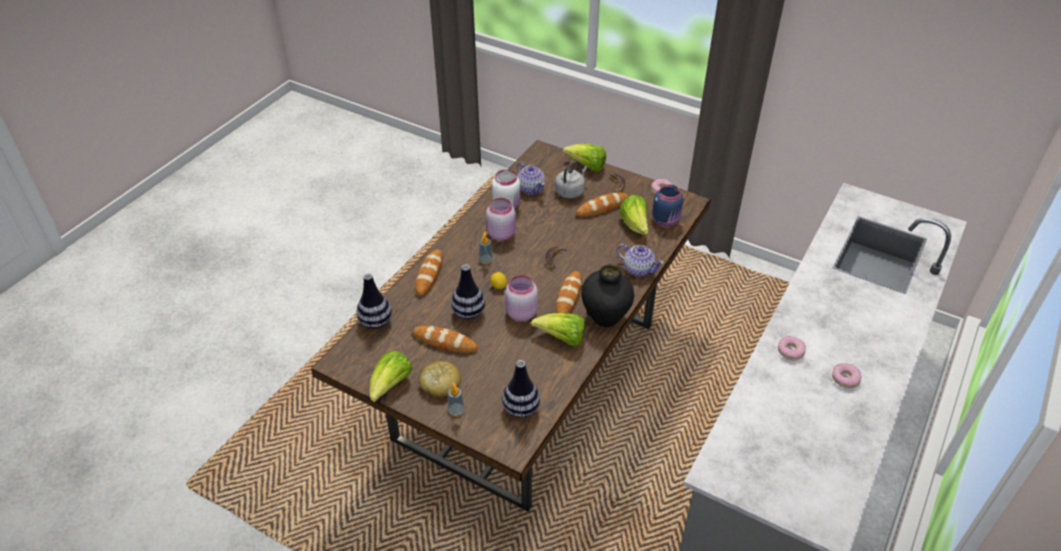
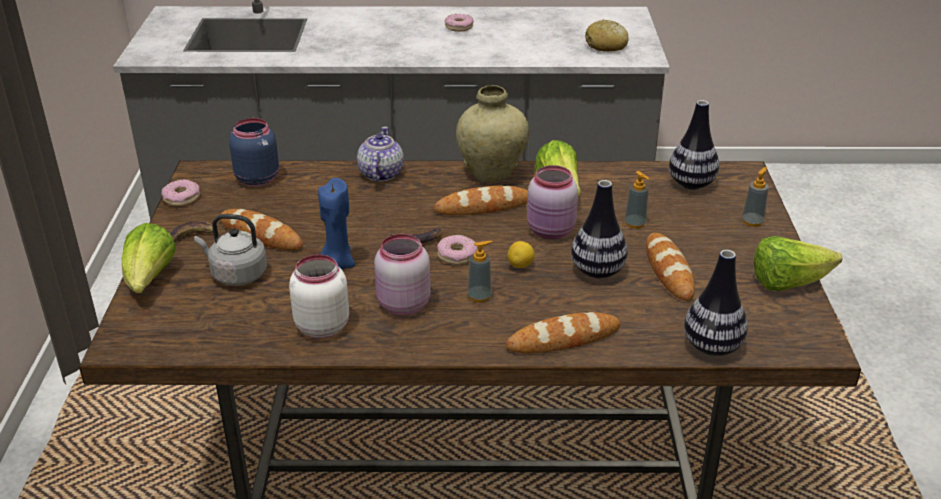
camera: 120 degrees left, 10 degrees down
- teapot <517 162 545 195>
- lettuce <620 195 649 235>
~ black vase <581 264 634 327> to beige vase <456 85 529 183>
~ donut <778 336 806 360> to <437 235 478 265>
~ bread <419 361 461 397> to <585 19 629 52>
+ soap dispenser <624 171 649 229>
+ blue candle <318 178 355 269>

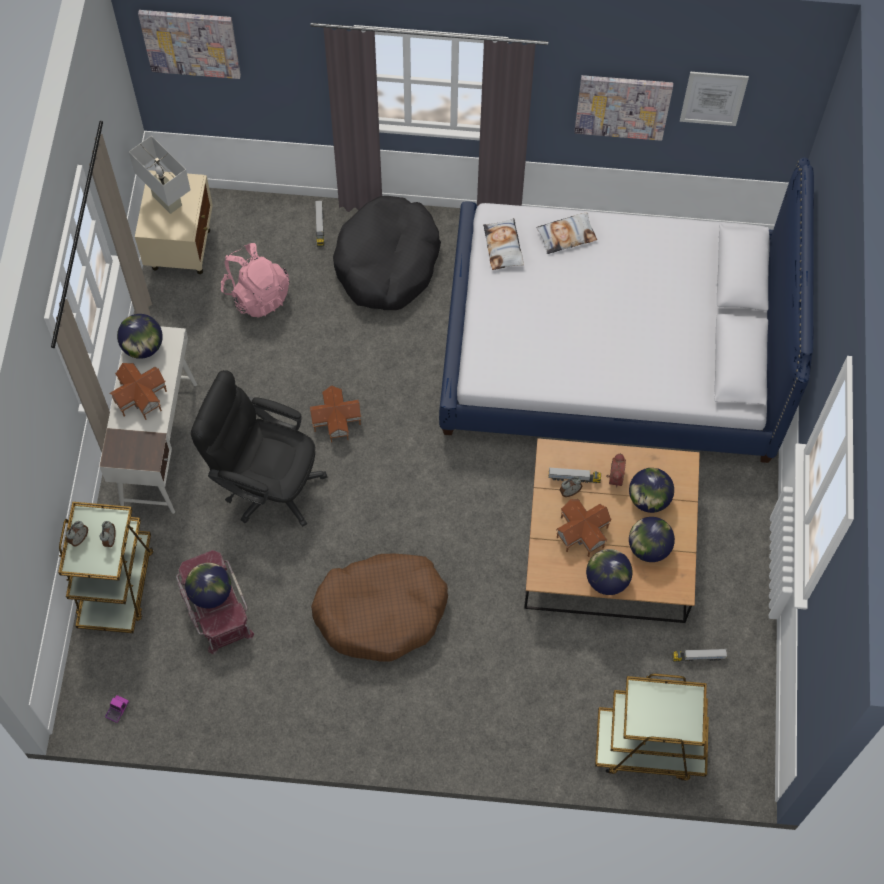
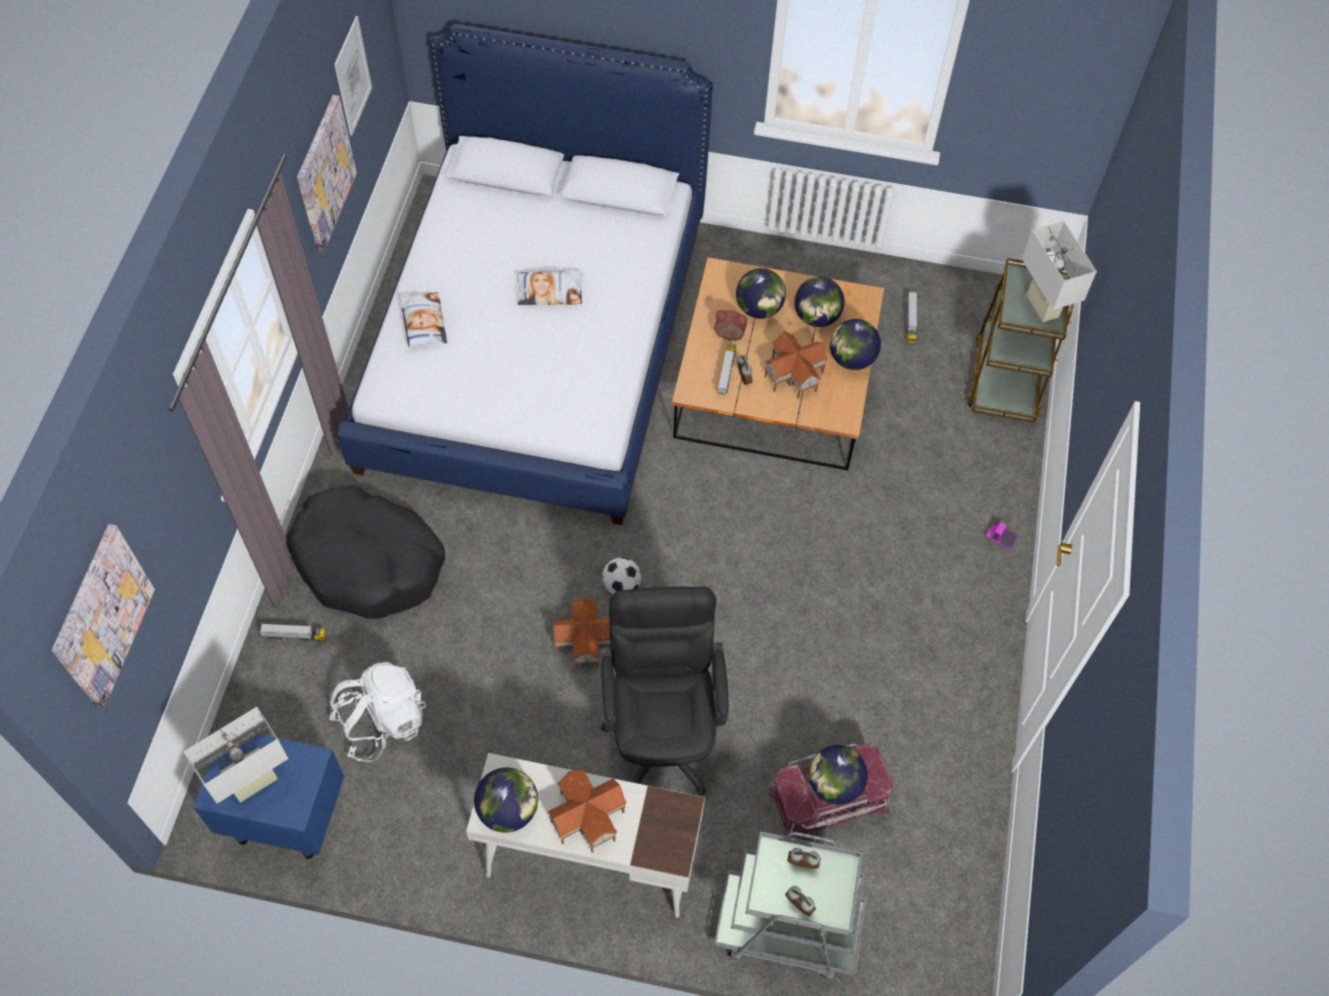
camera: 85 degrees left, 5 degrees down
~ beige nightstand <135 170 213 274> to blue nightstand <193 734 344 859>
~ pillow <483 218 524 270> to <517 271 583 305>
~ pink backpack <221 243 290 318> to white backpack <329 662 427 762>
~ black office chair <191 370 327 527> = <600 587 729 796> 150 degrees clockwise
~ brown cart <58 502 154 633> to grey cart <714 831 867 978>
- brown dog bed <311 554 448 662>
~ toy truck <105 695 129 723> to <986 522 1018 550>
+ white table lamp <1022 221 1097 322>
+ football <602 557 641 595>

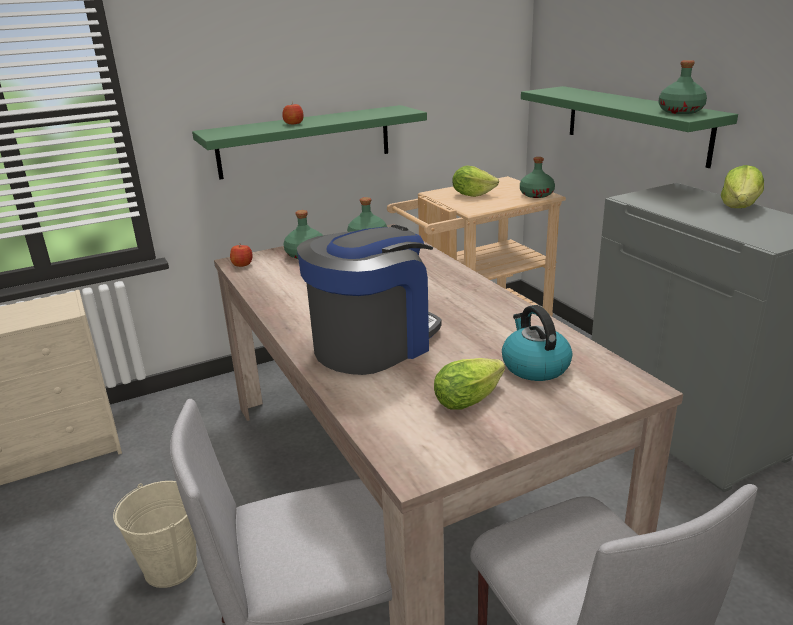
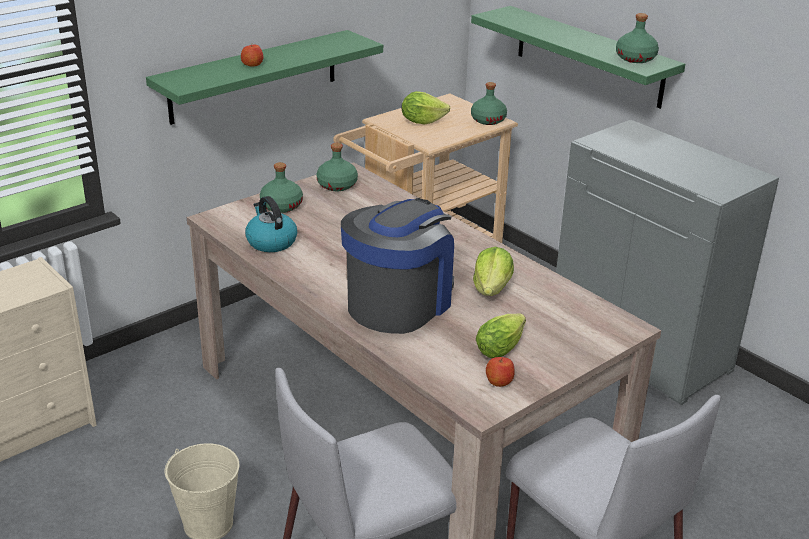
camera: 15 degrees left, 5 degrees up
~ lettuce <721 165 764 208> to <473 246 514 296>
~ apple <230 245 253 267> to <486 357 515 387>
~ kettle <502 305 572 381> to <245 196 297 252>

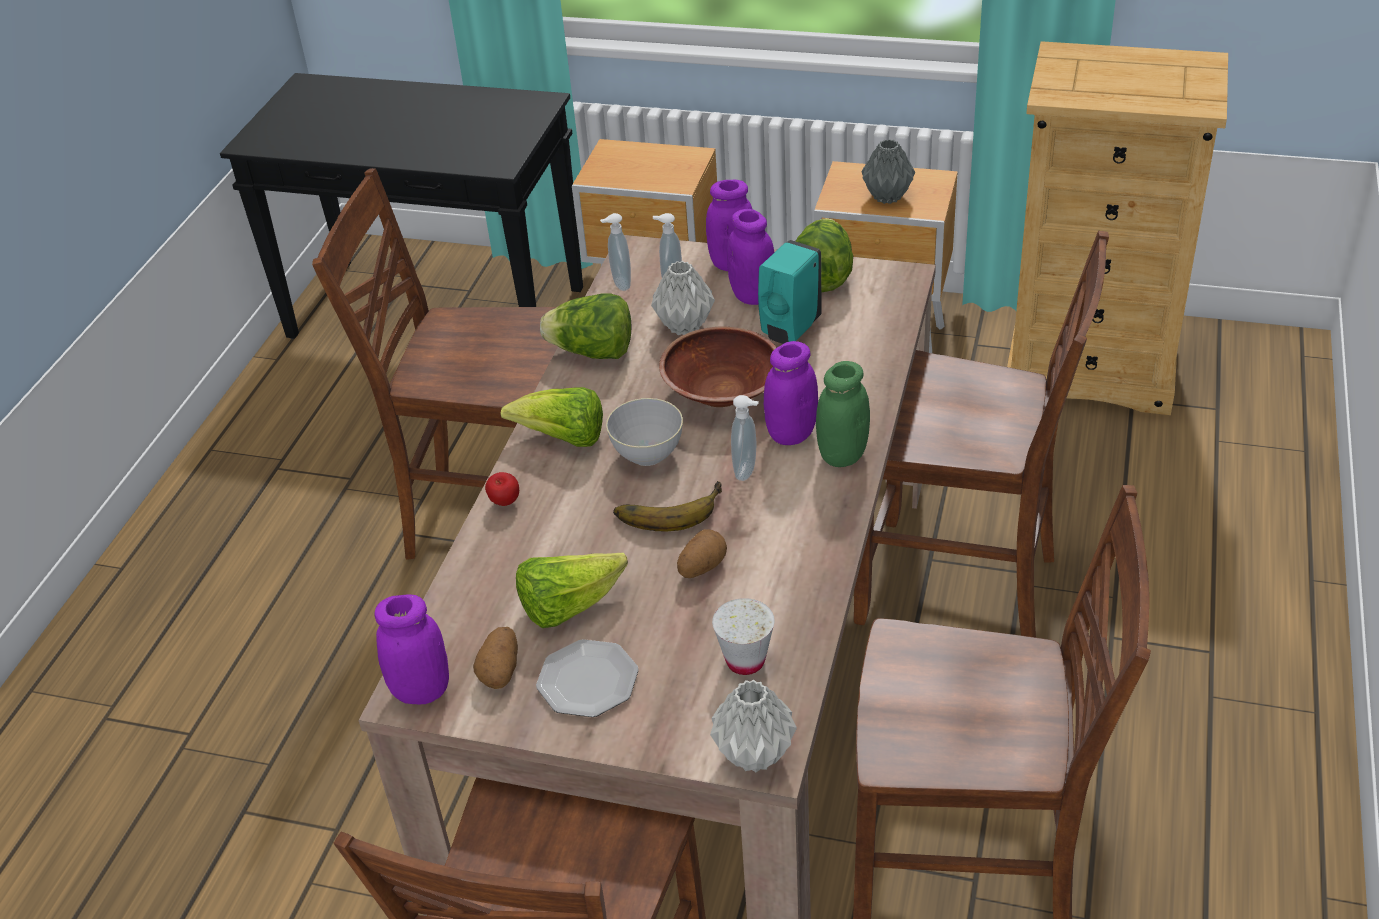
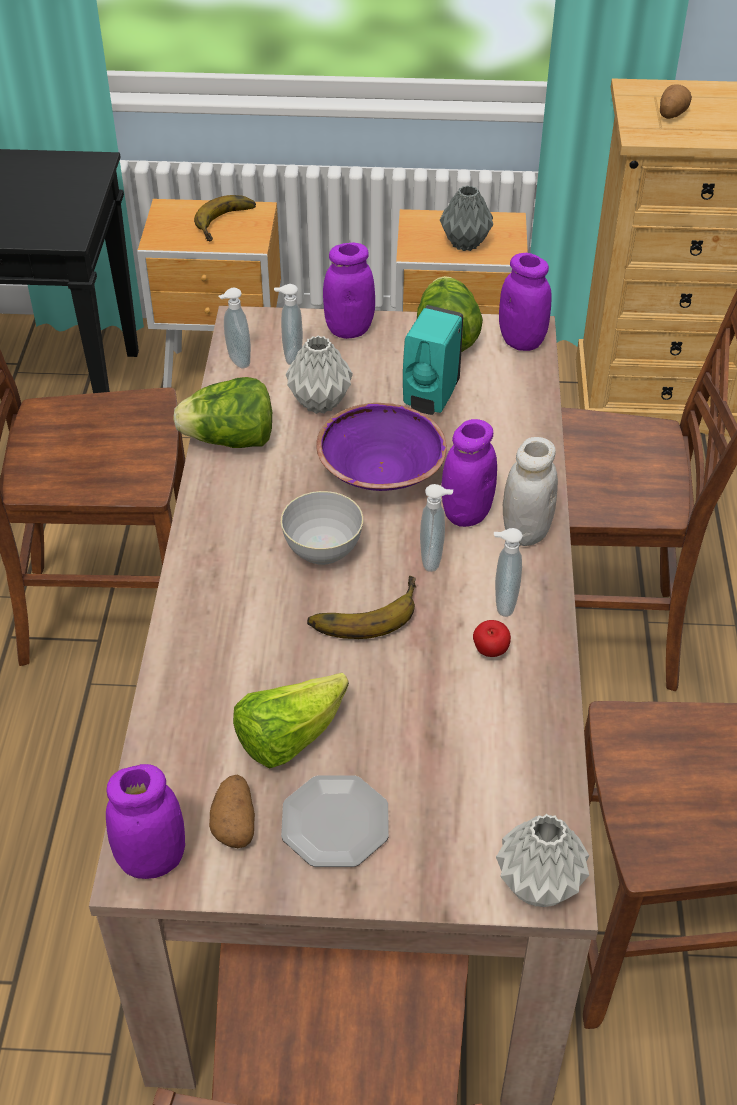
camera: 15 degrees left, 5 degrees up
~ purple jar <727 209 774 305> to <499 253 552 351>
~ brown bowl <659 327 777 407> to purple bowl <316 403 446 491>
~ green jar <816 361 870 467> to white jar <503 437 558 546>
- lettuce <500 387 603 447>
~ apple <485 472 519 506> to <473 620 511 657>
~ potato <677 529 727 578> to <660 84 692 119>
- white cup <712 598 774 675>
+ banana <194 195 256 241>
+ soap dispenser <494 528 523 617>

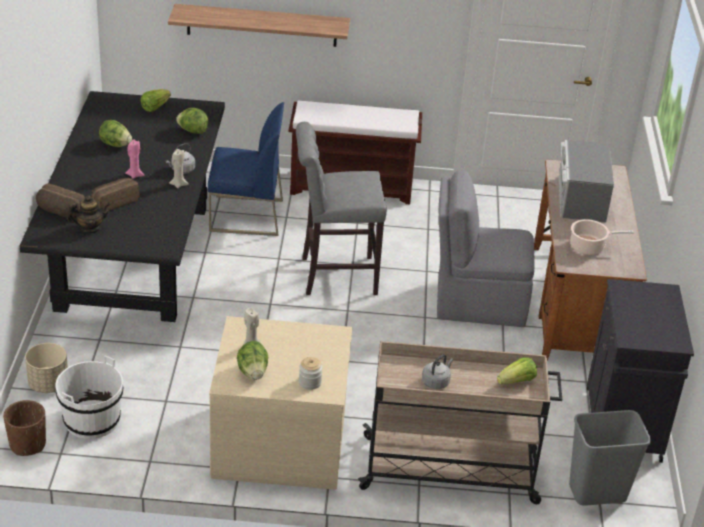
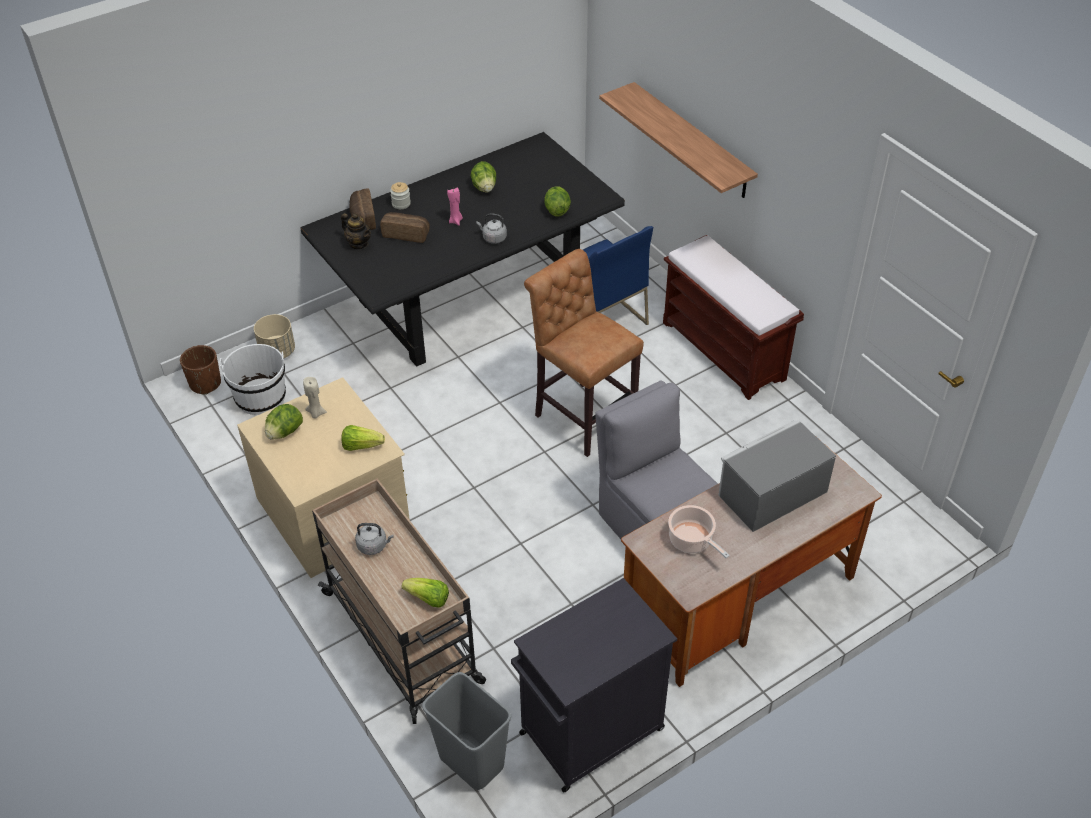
camera: 55 degrees right, 10 degrees up
~ lettuce <141 89 171 112> to <341 425 385 451>
~ grey stool <296 122 387 295> to brown stool <524 249 644 457>
- beige candle <169 149 189 188>
~ jar <299 357 323 390> to <390 182 411 209>

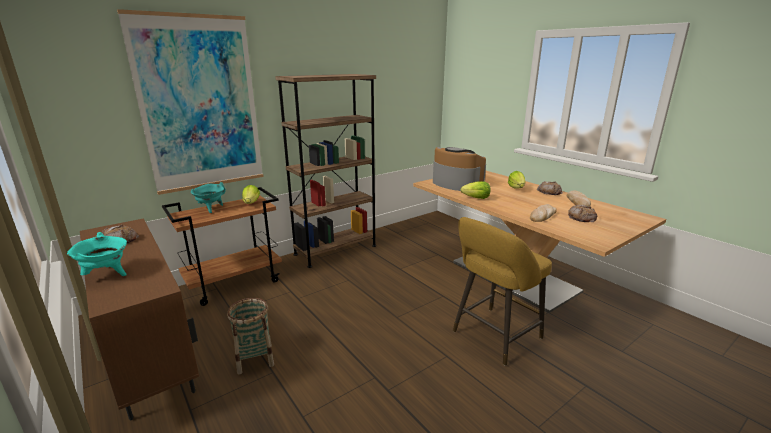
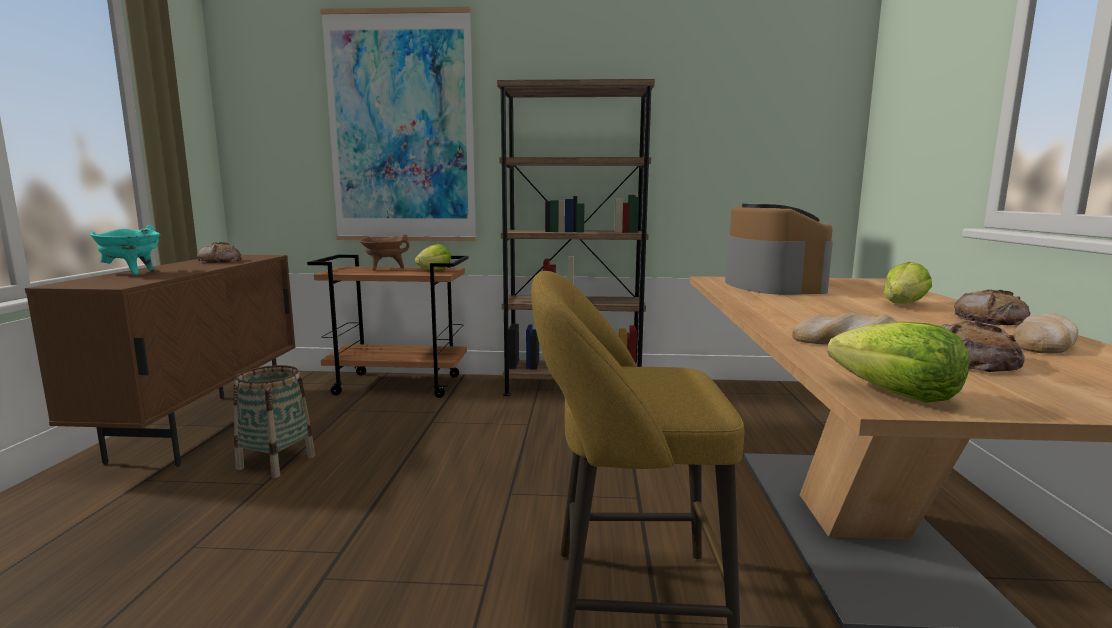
camera: 40 degrees right, 10 degrees down
~ lettuce <460 181 491 199> to <827 321 970 403>
~ turquoise cooking pot <191 182 226 213> to brown cooking pot <359 234 409 271>

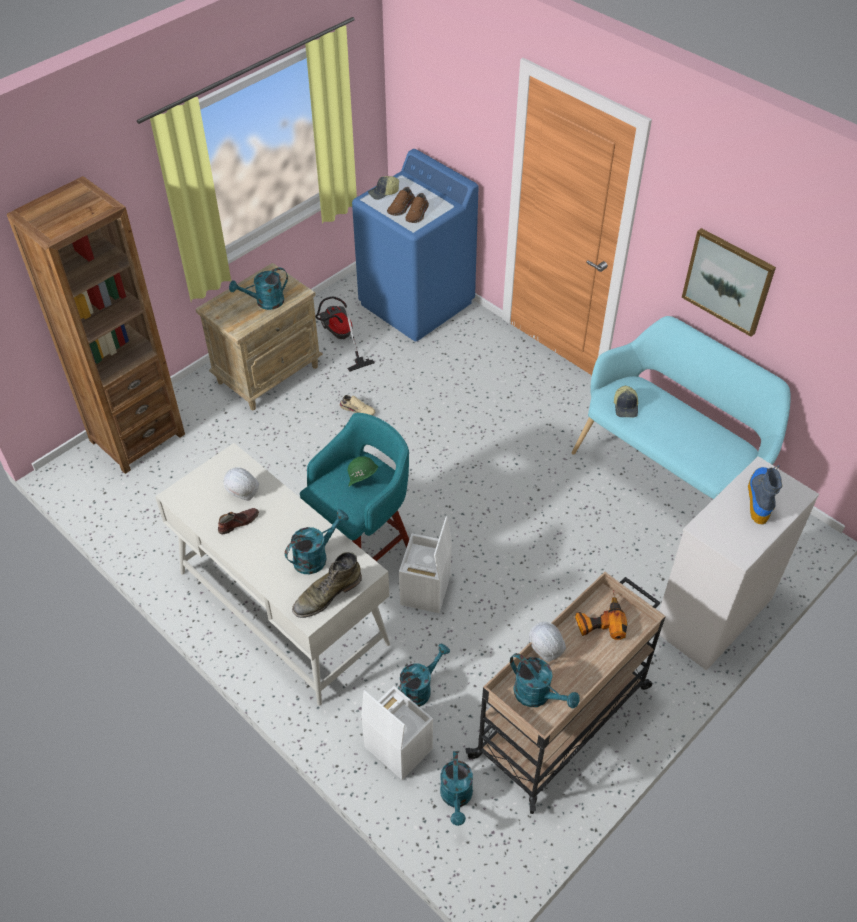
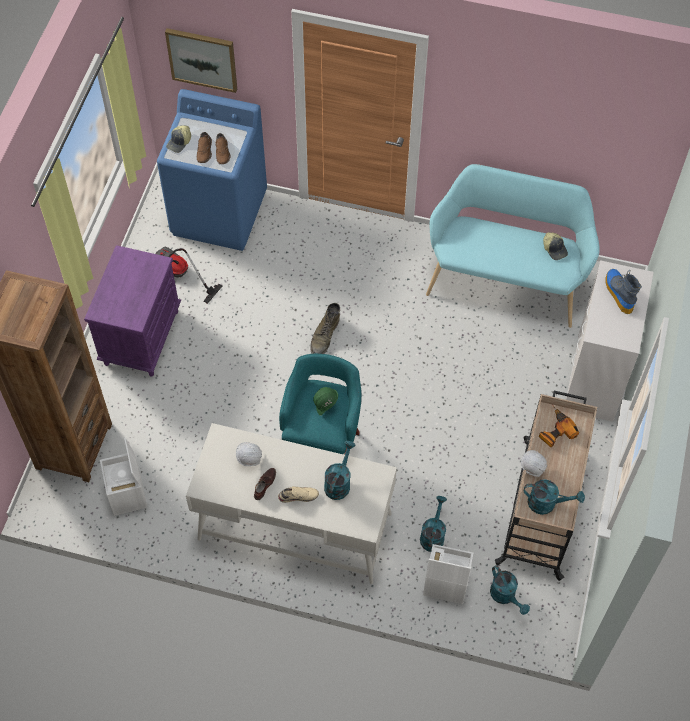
camera: 30 degrees left, 10 degrees up
~ picture <682 228 776 337> to <165 28 237 93>
~ beige nightstand <196 263 323 410> to purple nightstand <84 245 181 377>
- turquoise watering can <229 267 288 310>
~ cap <614 386 638 417> to <543 232 568 260>
~ beige shoe <340 395 375 416> to <278 486 319 503>
~ white storage box <399 516 452 613> to <100 438 148 516>
~ green boot <292 552 362 618> to <310 303 340 354>

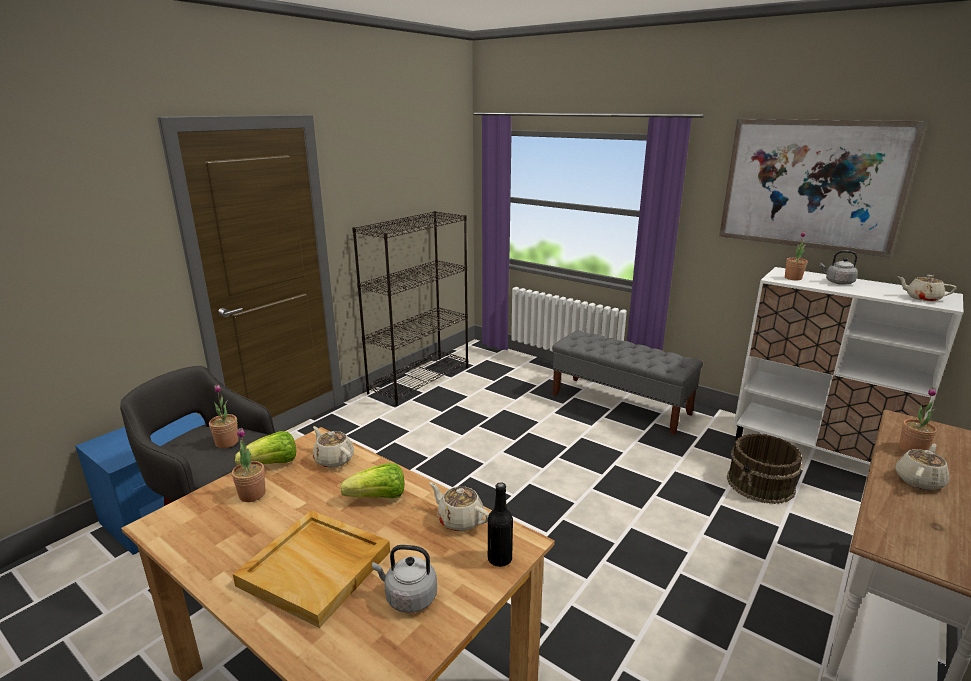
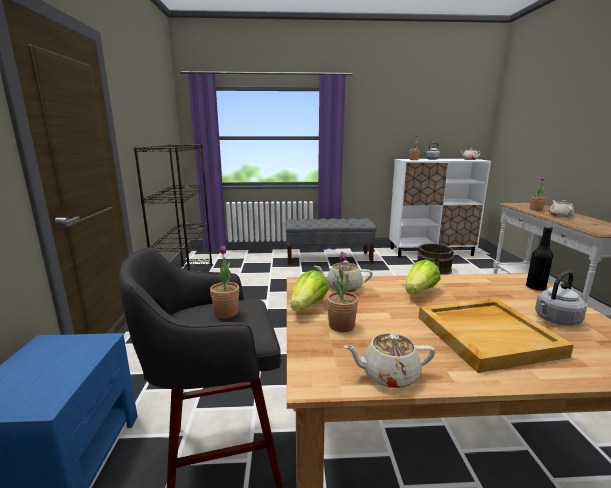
camera: 40 degrees left, 5 degrees down
- picture <719 119 926 257>
~ beige teapot <430 482 489 532> to <344 333 435 388>

